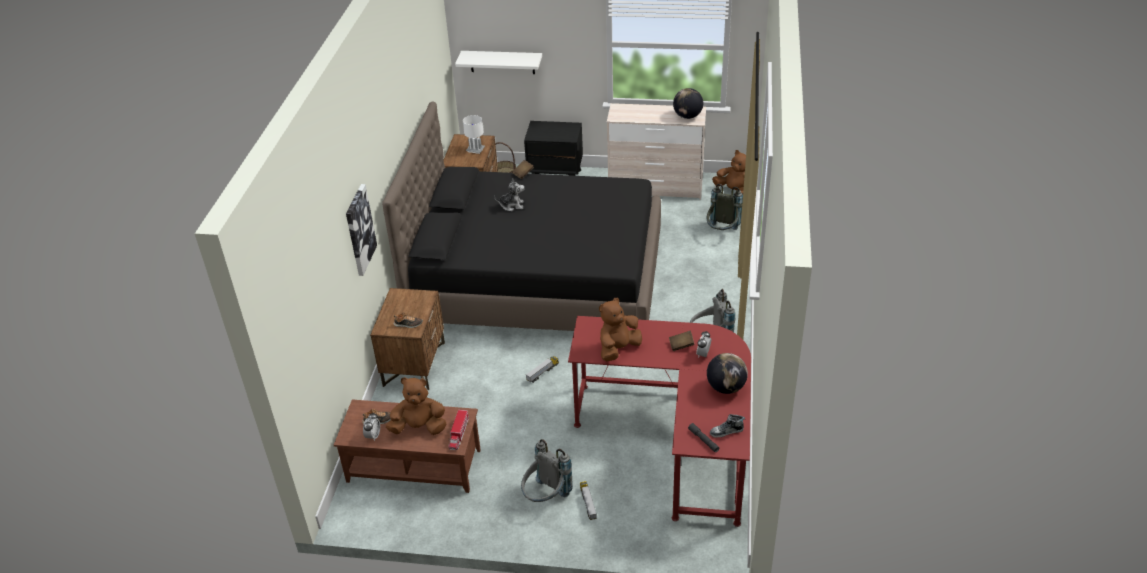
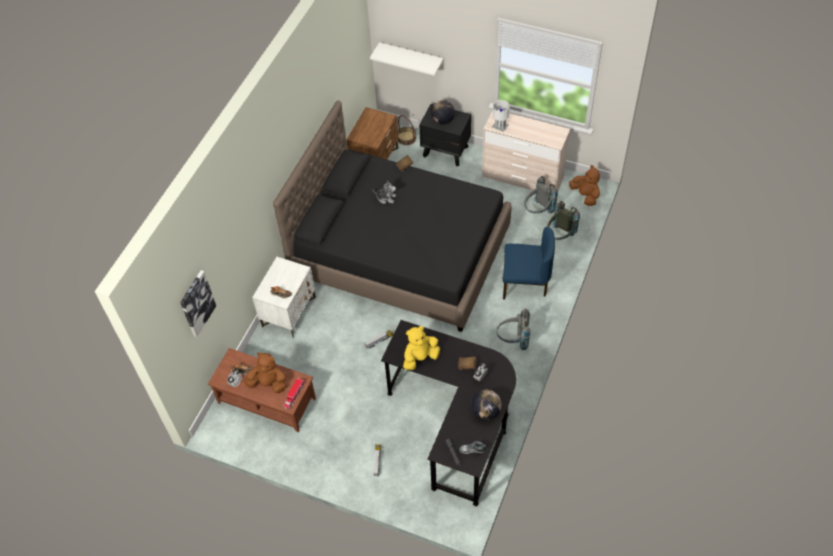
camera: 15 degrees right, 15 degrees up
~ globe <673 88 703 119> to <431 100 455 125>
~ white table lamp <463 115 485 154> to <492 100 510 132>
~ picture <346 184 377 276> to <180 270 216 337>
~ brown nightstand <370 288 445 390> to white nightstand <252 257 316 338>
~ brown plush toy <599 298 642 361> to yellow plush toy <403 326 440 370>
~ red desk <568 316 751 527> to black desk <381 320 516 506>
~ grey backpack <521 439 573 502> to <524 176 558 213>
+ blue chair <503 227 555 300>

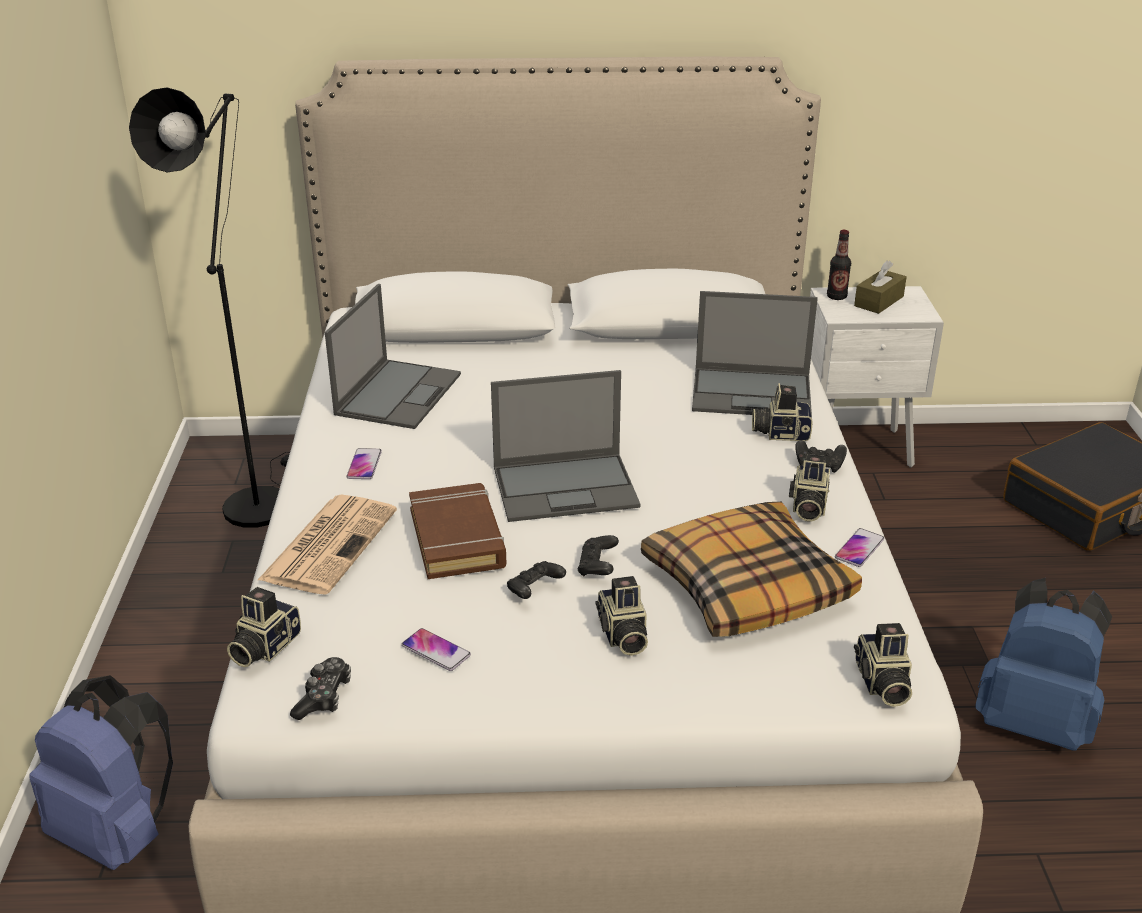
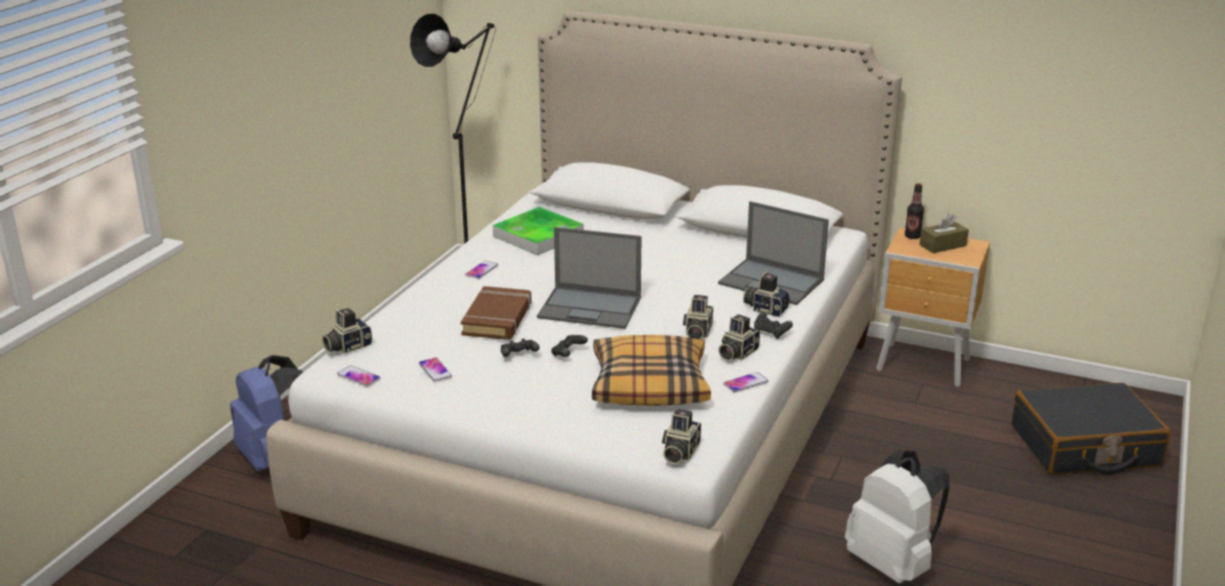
camera: 25 degrees right, 5 degrees down
~ laptop <325 284 461 429> to tray <493 207 584 256>
~ white nightstand <810 286 944 468> to brown nightstand <876 227 990 387>
- newspaper <258 494 397 595>
~ photo camera <595 576 648 656> to <683 295 713 339>
~ blue backpack <975 578 1112 751> to white backpack <845 450 949 583>
~ game controller <290 657 351 720> to phone <337 365 380 387>

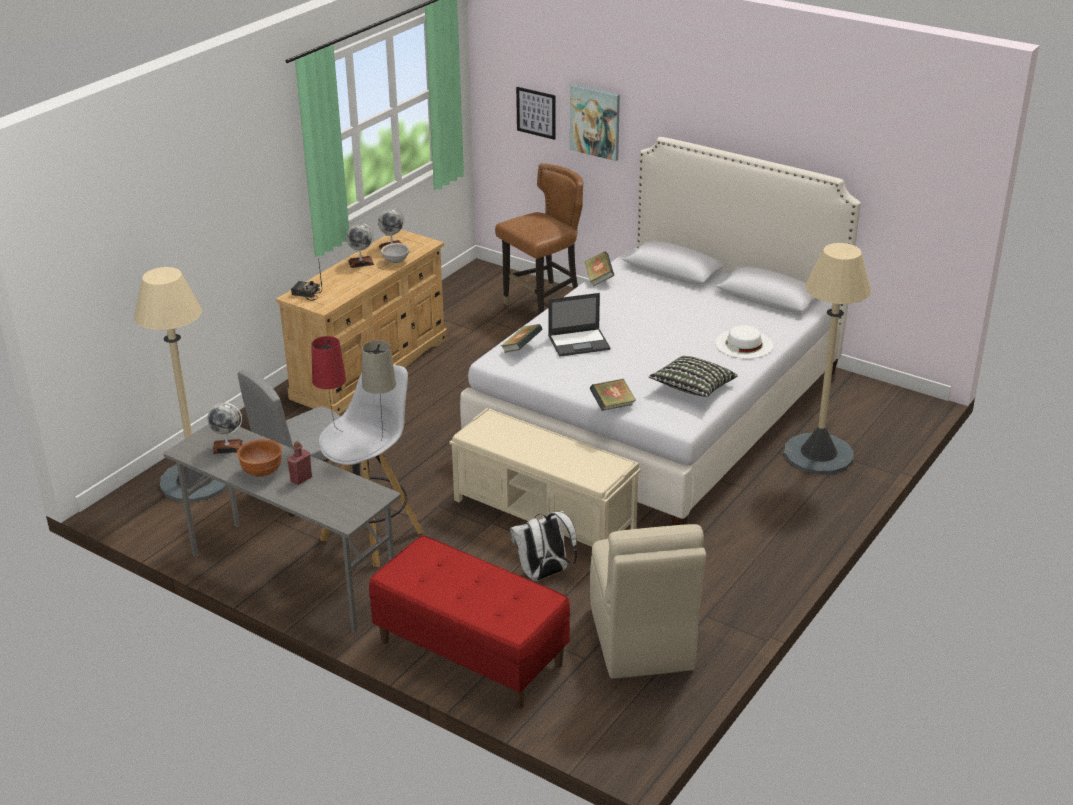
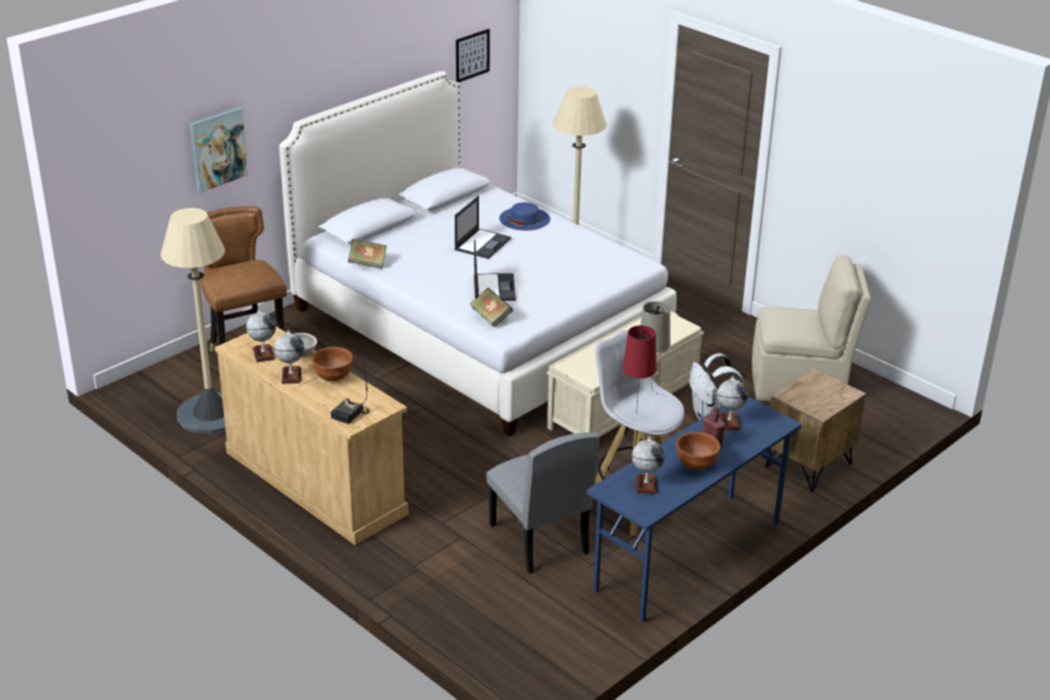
camera: 80 degrees left, 0 degrees up
~ picture <516 87 556 140> to <456 29 490 83>
~ beige floor lamp <134 267 228 502> to <160 208 226 434>
~ white hat <715 325 773 359> to blue hat <499 202 550 231>
- pillow <649 356 738 397>
- book <590 379 636 411>
~ grey desk <163 425 401 634> to blue desk <586 396 802 622>
~ red bench <369 535 570 709> to brown nightstand <766 369 866 492>
+ laptop <454 196 511 259>
+ brown bowl <311 347 353 381>
+ globe <717 376 748 431>

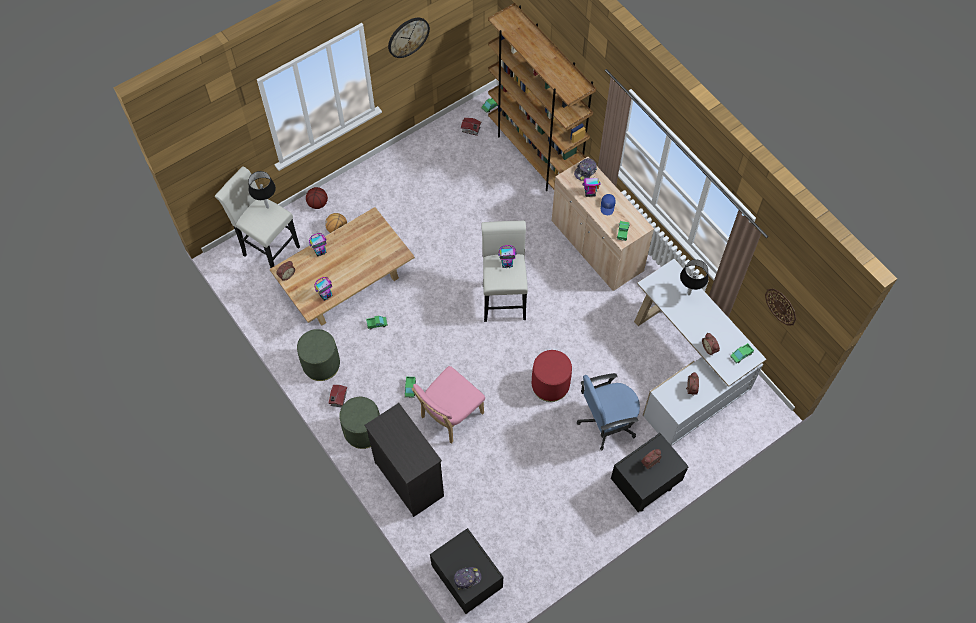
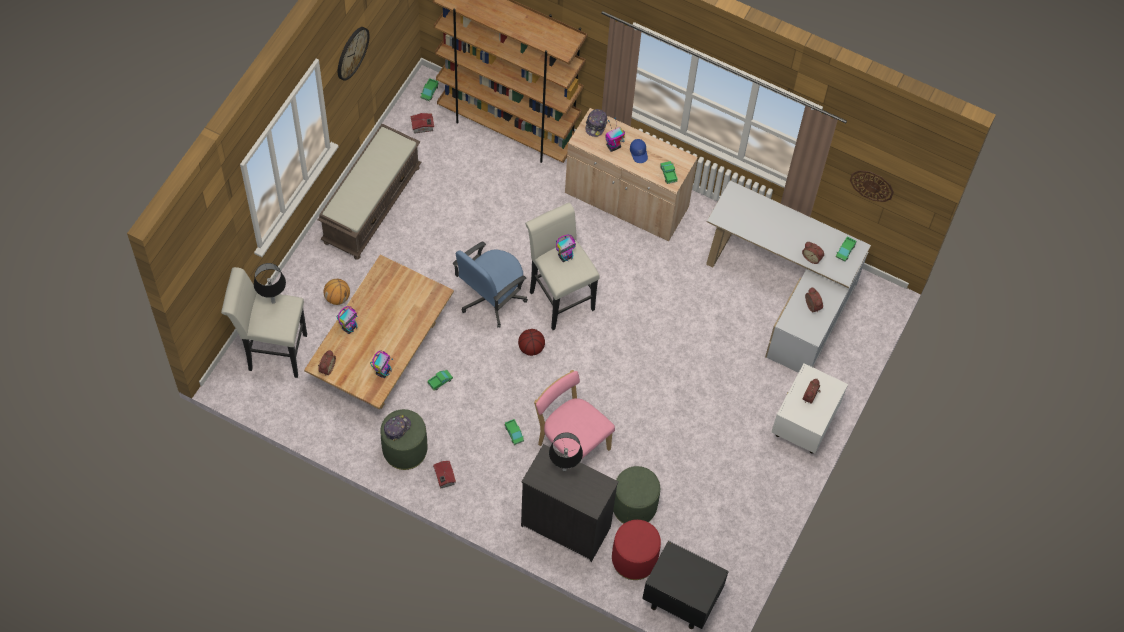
camera: 30 degrees left, 0 degrees up
~ basketball <306 187 328 209> to <518 329 545 356>
~ black table lamp <680 259 708 295> to <549 432 583 471>
~ red ottoman <532 350 572 402> to <612 520 661 580>
~ pink chair <412 366 485 444> = <534 370 615 459> 120 degrees clockwise
~ blue office chair <577 373 640 450> to <453 242 528 328>
~ green ottoman <339 397 380 449> to <613 466 660 524>
~ black nightstand <611 433 689 512> to white nightstand <771 363 848 454>
~ cap <454 567 482 590> to <384 415 411 441>
+ brown bench <318 124 422 260>

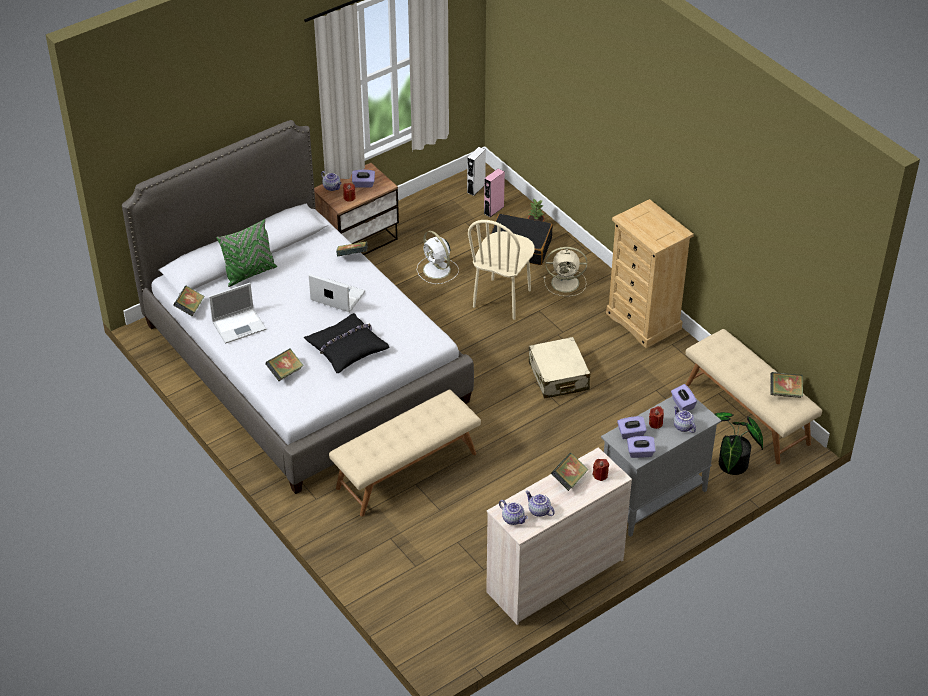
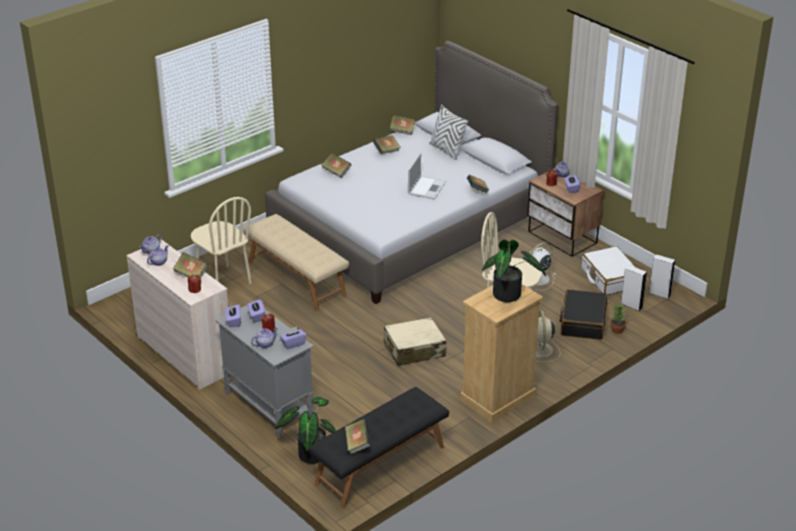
camera: 85 degrees right, 10 degrees down
~ pink speaker <484 168 505 217> to white speaker <621 265 647 311>
~ green pillow <217 219 277 287> to white pillow <429 105 468 160>
~ laptop <209 283 266 344> to book <373 135 401 154>
- black pillow <304 313 390 373>
~ beige bench <686 329 822 464> to black bench <309 387 449 508>
+ beige chair <191 197 251 284>
+ potted plant <482 240 546 302>
+ white suitcase <582 246 635 295>

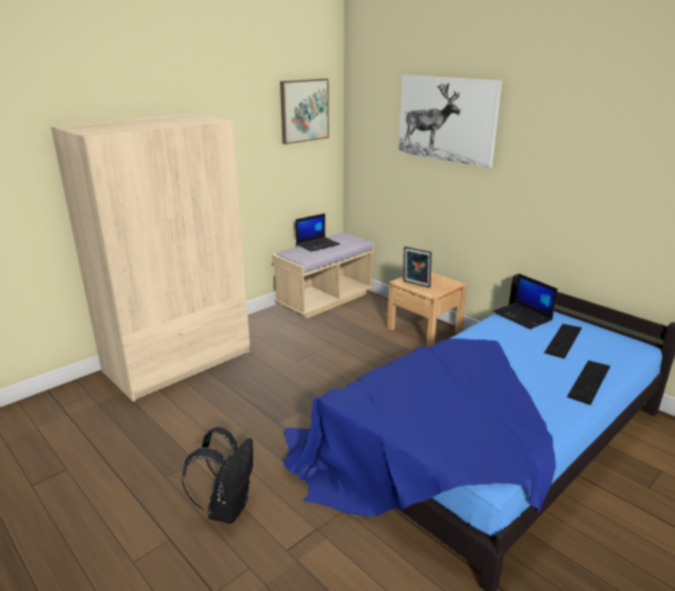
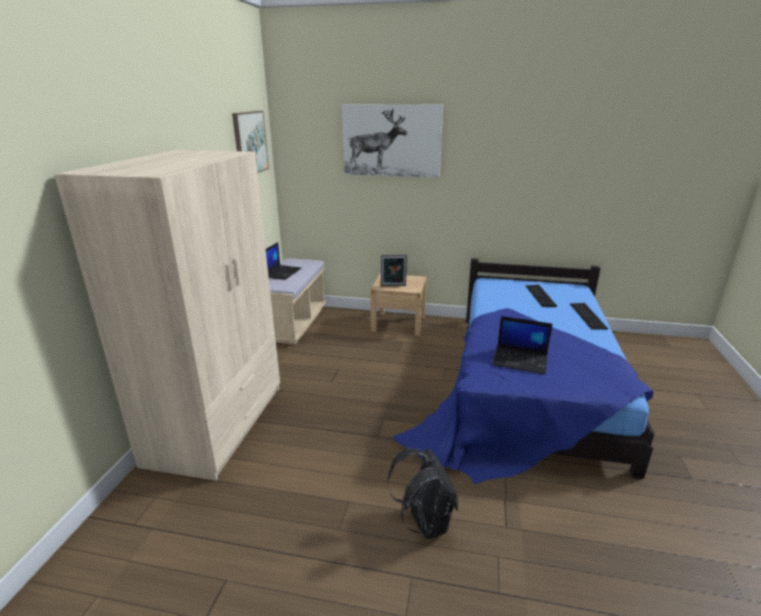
camera: 35 degrees left, 0 degrees up
~ laptop <493 274 558 329> to <492 316 553 375>

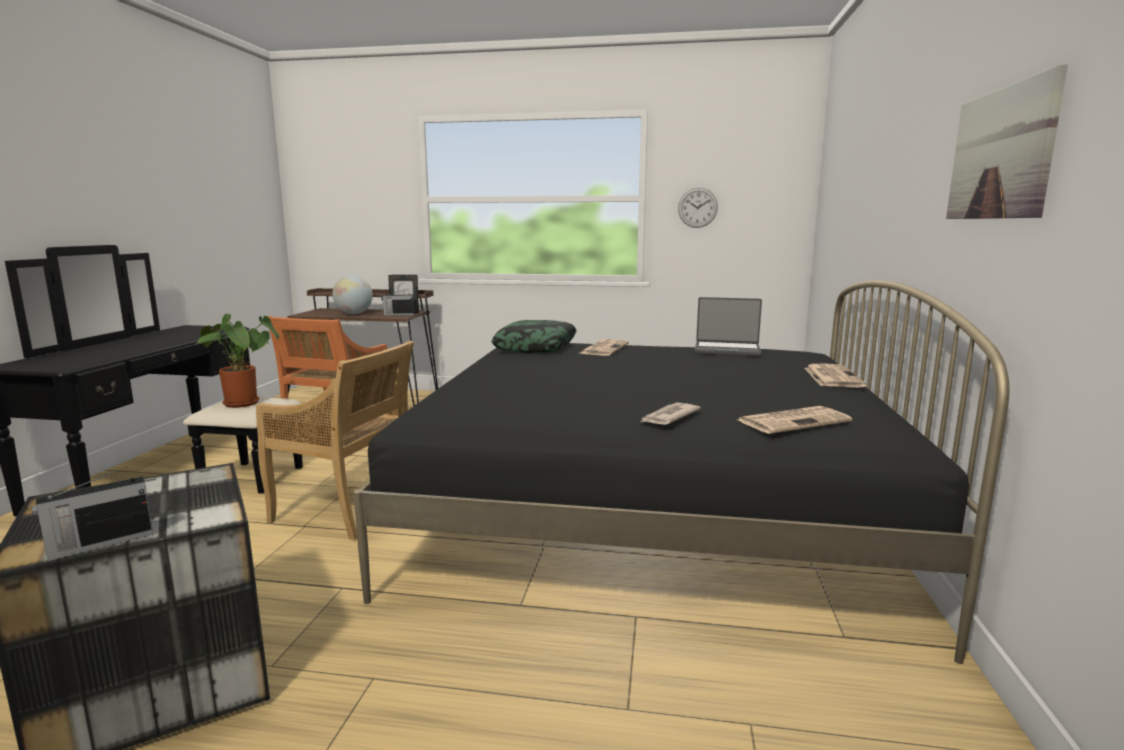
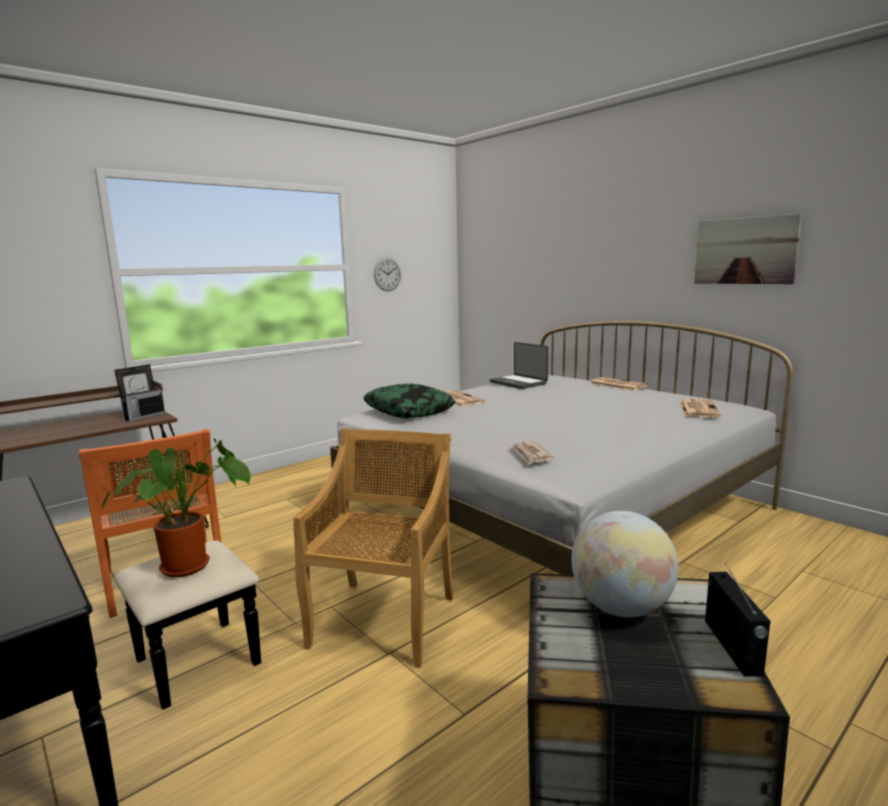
camera: 50 degrees left, 0 degrees up
~ globe <333 275 373 314> to <571 511 679 617>
~ black bed <353 280 1009 664> to white bed <330 321 793 575>
~ laptop <695 297 762 357> = <490 342 549 389> 90 degrees clockwise
~ beige chair <256 340 414 540> = <293 428 453 668> 45 degrees counterclockwise
~ newspaper <640 402 701 425> to <510 441 553 464>

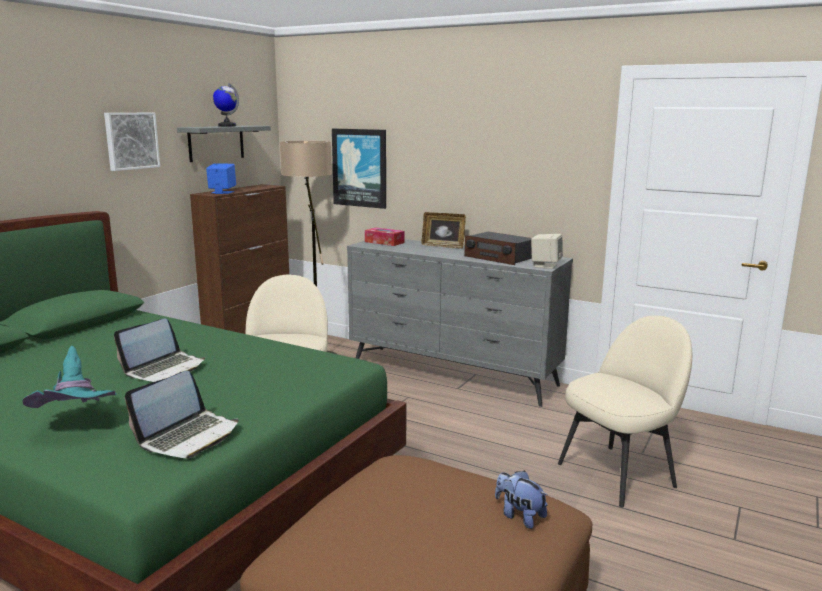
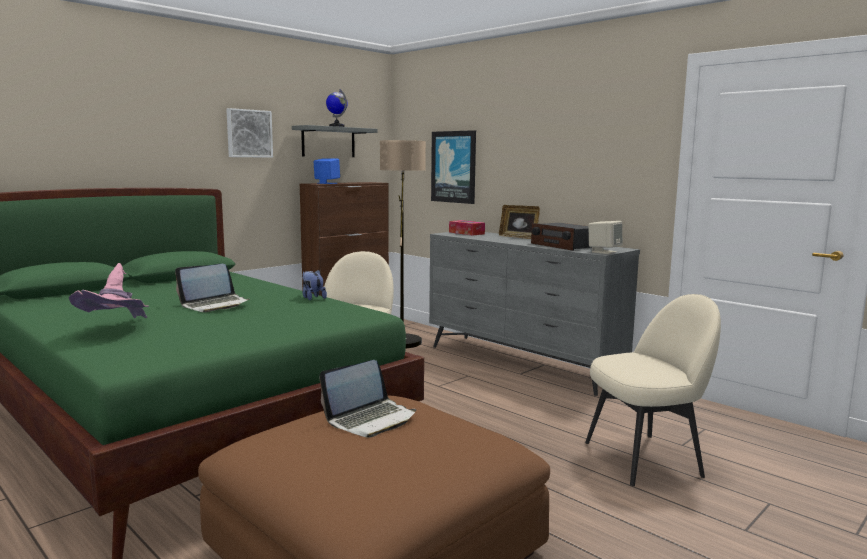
camera: 15 degrees right, 5 degrees down
~ turquoise hat <22 346 116 408> to pink hat <69 263 149 318>
~ laptop <125 371 239 458> to <319 360 416 437>
~ plush toy <495 470 548 529> to <302 270 327 300>

